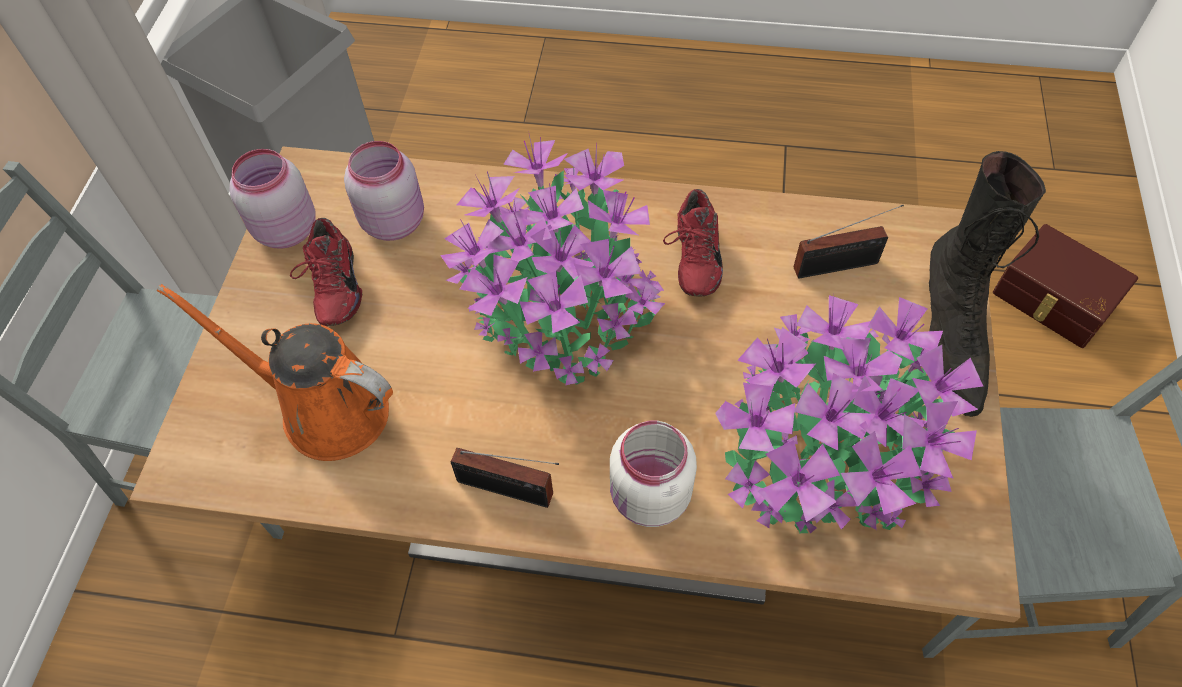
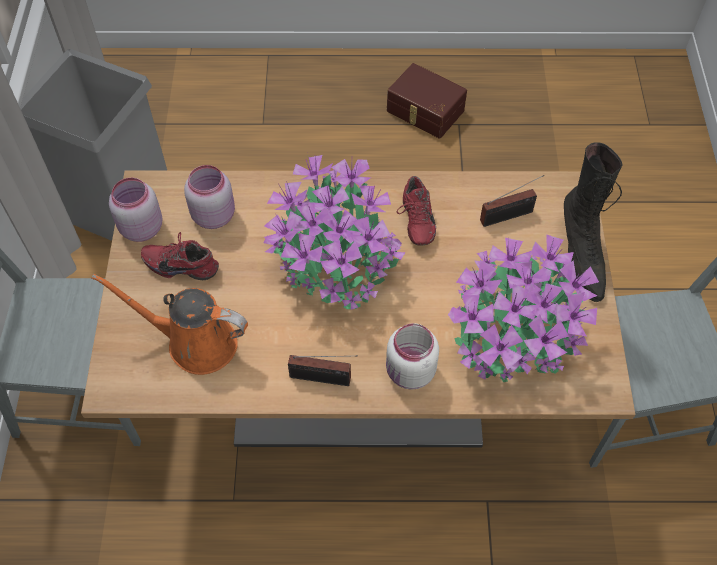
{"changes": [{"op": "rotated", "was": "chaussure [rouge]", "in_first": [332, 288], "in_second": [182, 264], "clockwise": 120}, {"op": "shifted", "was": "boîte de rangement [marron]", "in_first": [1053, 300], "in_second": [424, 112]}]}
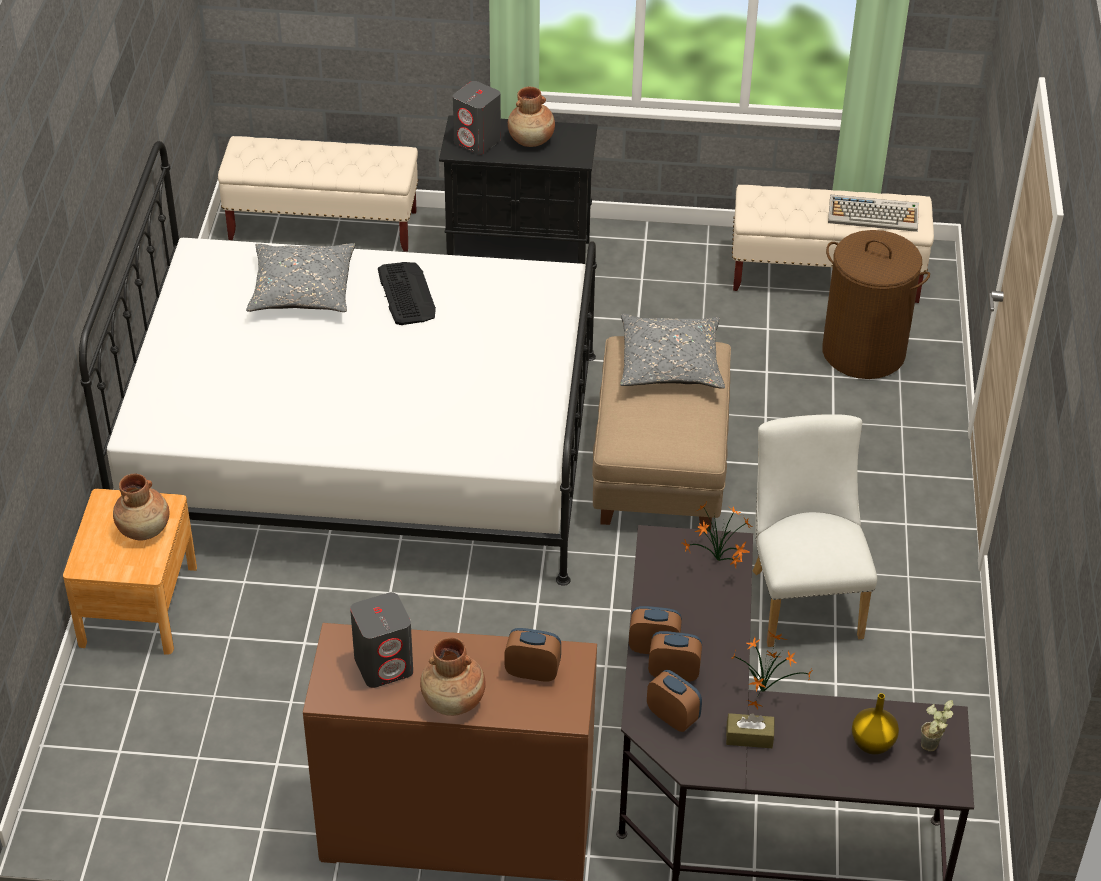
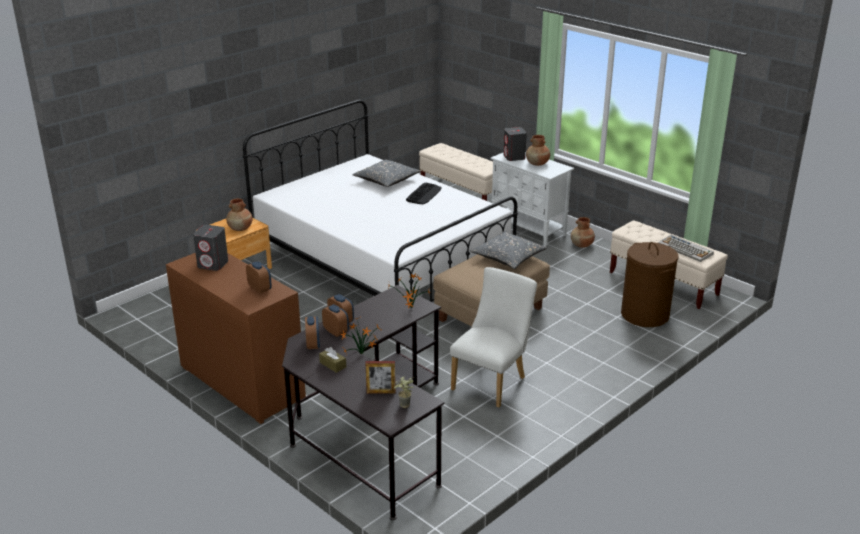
{"changes": [{"op": "swapped", "was": "vase [jaune]", "now": "cadre photo", "in_first": [872, 743], "in_second": [381, 392]}, {"op": "repainted", "was": "meuble de rangement [noir]", "now": "meuble de rangement [blanc]", "in_first": [520, 256], "in_second": [528, 229]}, {"op": "shifted", "was": "vase [marron]", "in_first": [454, 701], "in_second": [582, 245]}]}
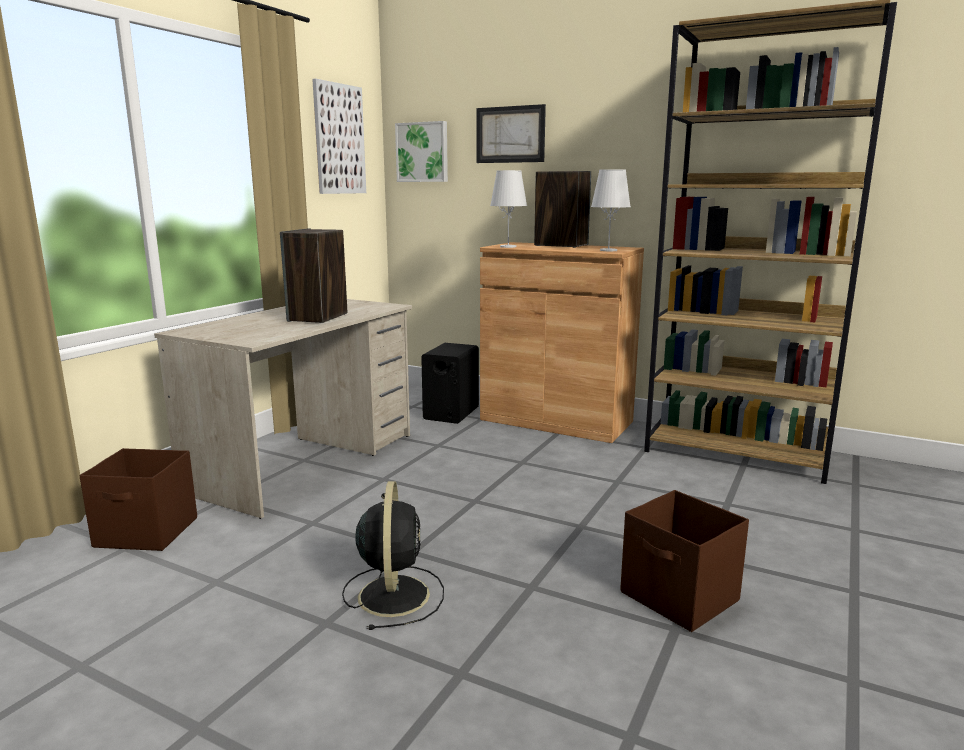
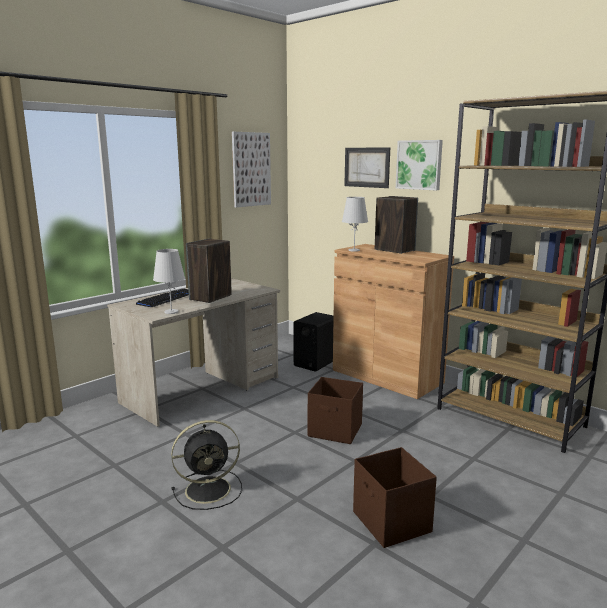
{"changes": [{"op": "new", "now": "clavier", "in_second": [167, 299]}, {"op": "shifted", "was": "lampe de table [blanc]", "in_first": [608, 250], "in_second": [171, 312]}, {"op": "rotated", "was": "ventilateur [noir]", "in_first": [394, 594], "in_second": [210, 489], "clockwise": 60}, {"op": "shifted", "was": "boîte de rangement [marron]", "in_first": [147, 533], "in_second": [335, 431]}, {"op": "shifted", "was": "tableau", "in_first": [423, 152], "in_second": [419, 165]}]}
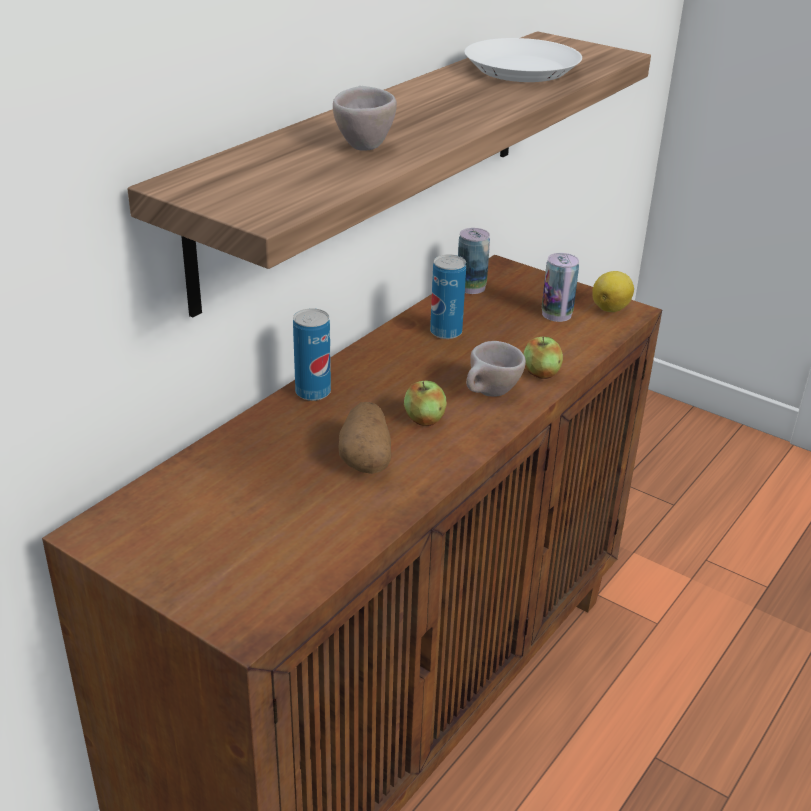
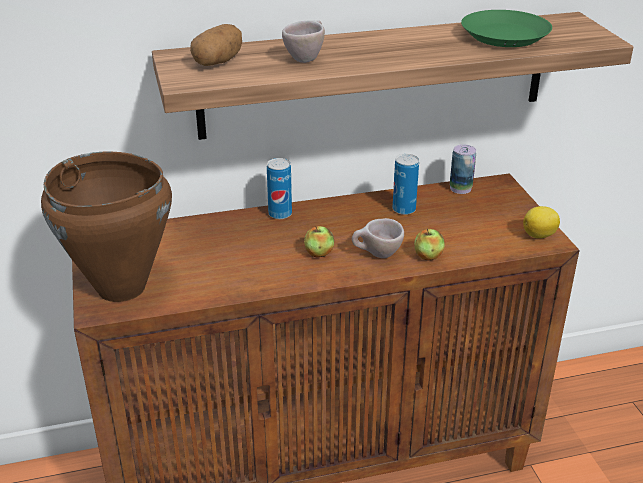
{"changes": [{"op": "new", "now": "marmite [marron]", "in_second": [121, 288]}, {"op": "shifted", "was": "pomme de terre", "in_first": [366, 458], "in_second": [218, 62]}, {"op": "repainted", "was": "assiette [blanc]", "now": "assiette [vert]", "in_first": [523, 70], "in_second": [505, 36]}, {"op": "gone", "was": "boîte métallique", "in_first": [556, 314]}]}
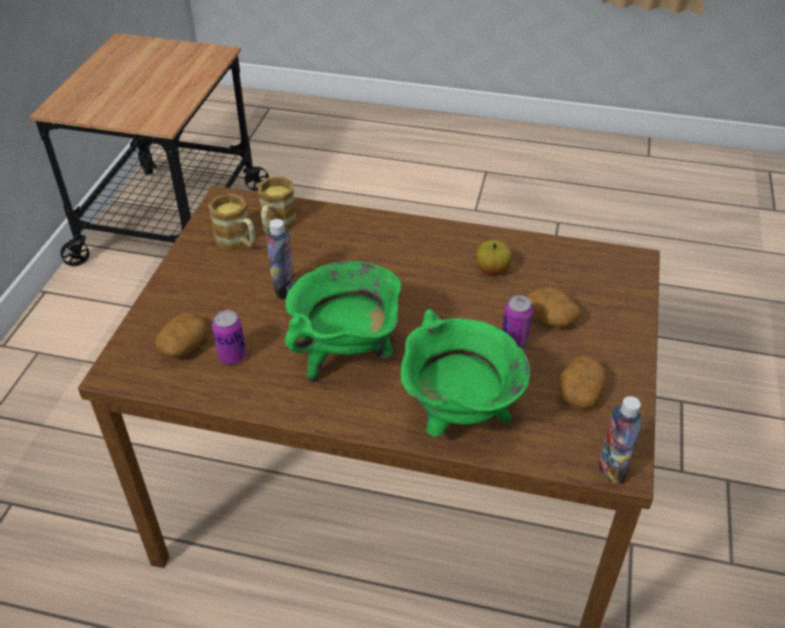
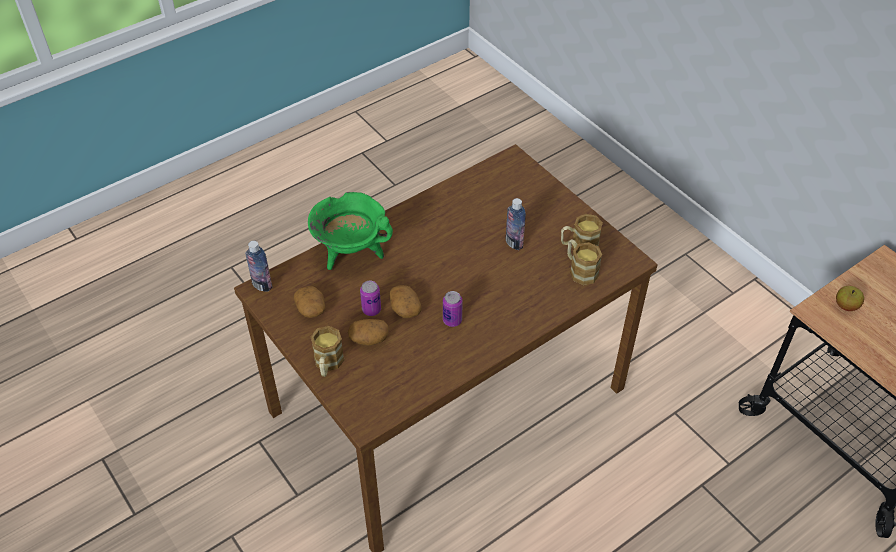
{"changes": [{"op": "new", "now": "mug", "in_second": [328, 364]}, {"op": "shifted", "was": "pomme de terre", "in_first": [183, 347], "in_second": [404, 308]}, {"op": "shifted", "was": "boîte métallique", "in_first": [232, 356], "in_second": [452, 320]}, {"op": "shifted", "was": "pomme", "in_first": [492, 269], "in_second": [846, 306]}, {"op": "gone", "was": "marmite [vert]", "in_first": [347, 356]}]}
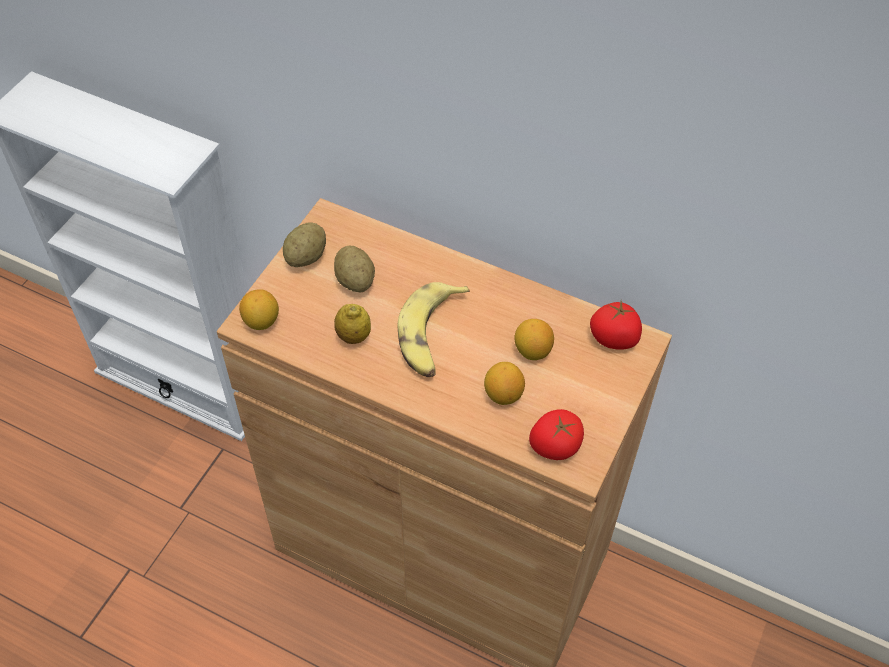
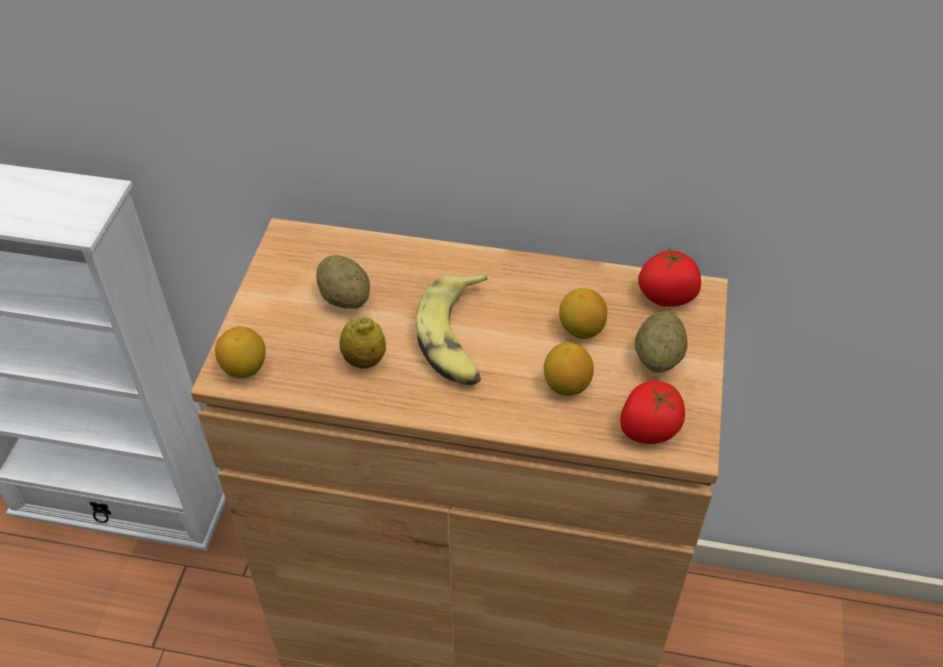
{"changes": [{"op": "shifted", "was": "pomme de terre", "in_first": [306, 257], "in_second": [658, 357]}]}
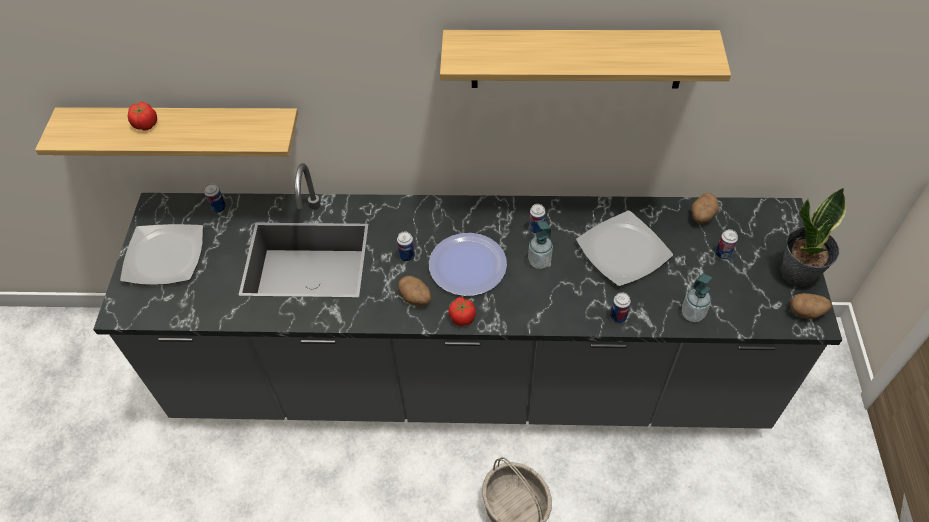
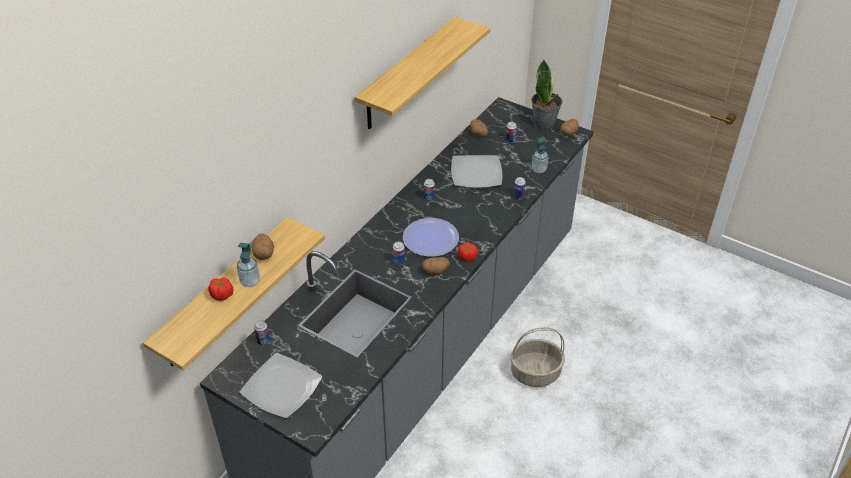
{"changes": [{"op": "shifted", "was": "distributeur de savon", "in_first": [539, 261], "in_second": [250, 281]}, {"op": "new", "now": "pomme de terre", "in_second": [264, 254]}]}
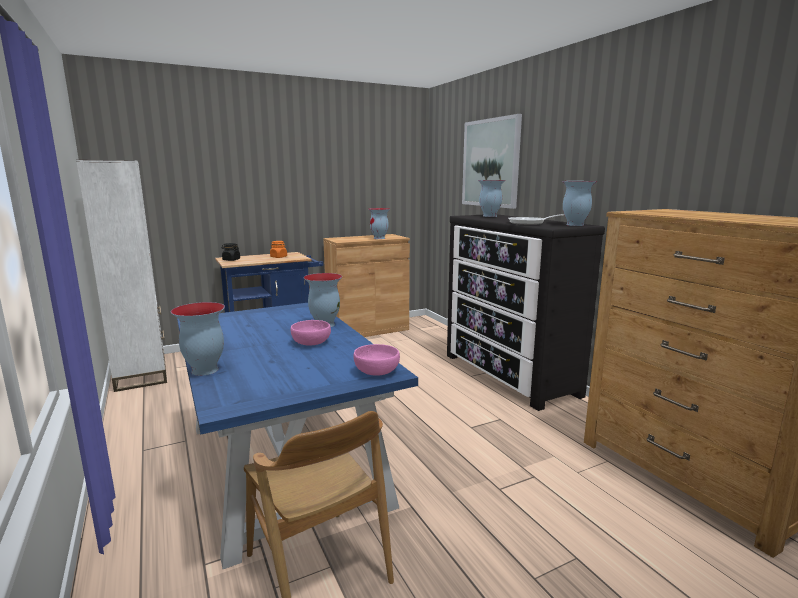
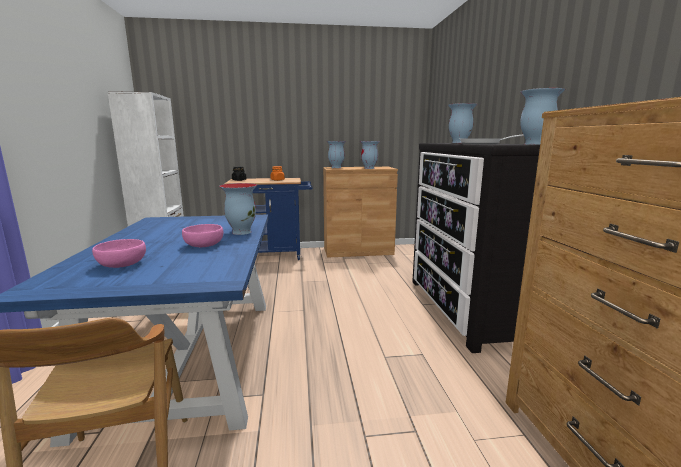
{"changes": [{"op": "shifted", "was": "bol [rose]", "in_first": [376, 371], "in_second": [121, 265]}, {"op": "shifted", "was": "vase", "in_first": [204, 370], "in_second": [336, 167]}, {"op": "gone", "was": "tableau", "in_first": [490, 163]}]}
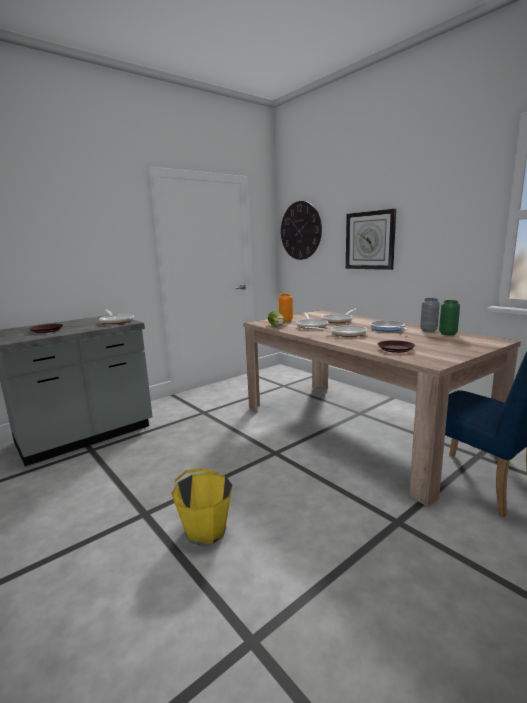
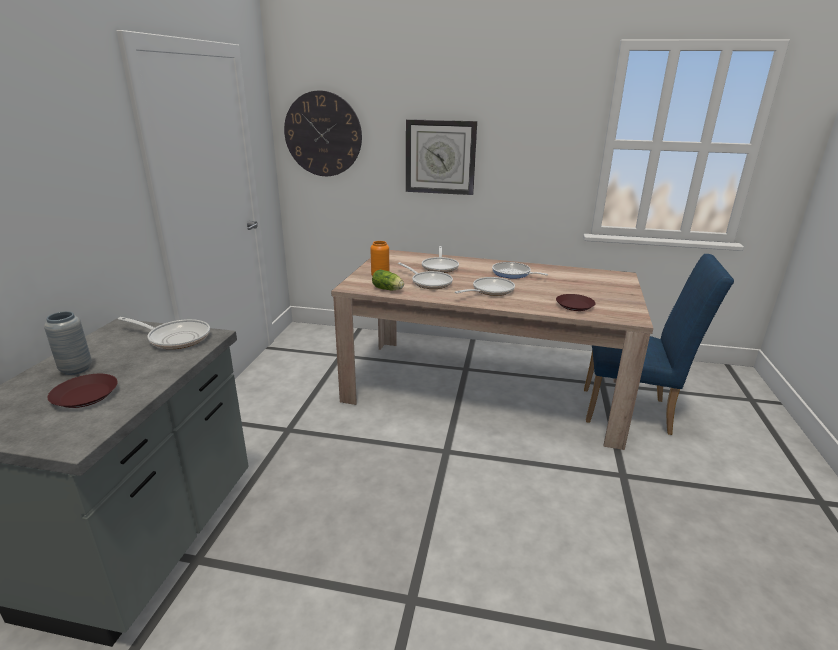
{"changes": [{"op": "shifted", "was": "vase [gris]", "in_first": [428, 330], "in_second": [76, 369]}, {"op": "gone", "was": "seau [jaune]", "in_first": [205, 530]}, {"op": "gone", "was": "vase [vert]", "in_first": [448, 334]}]}
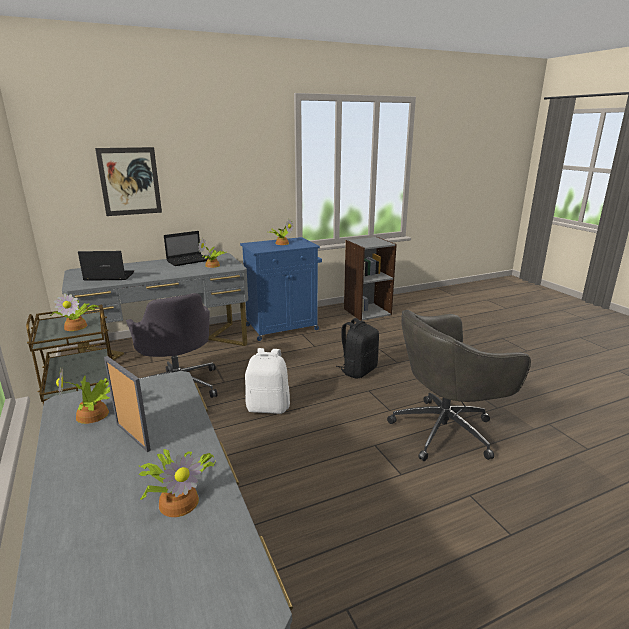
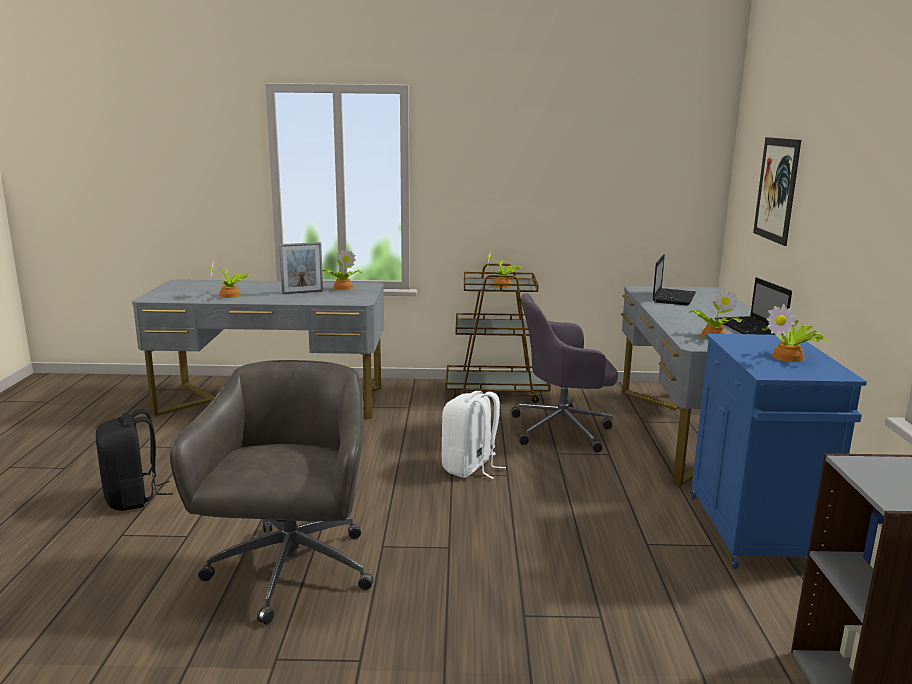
{"changes": [{"op": "shifted", "was": "sac à dos [noir]", "in_first": [358, 370], "in_second": [133, 498]}]}
